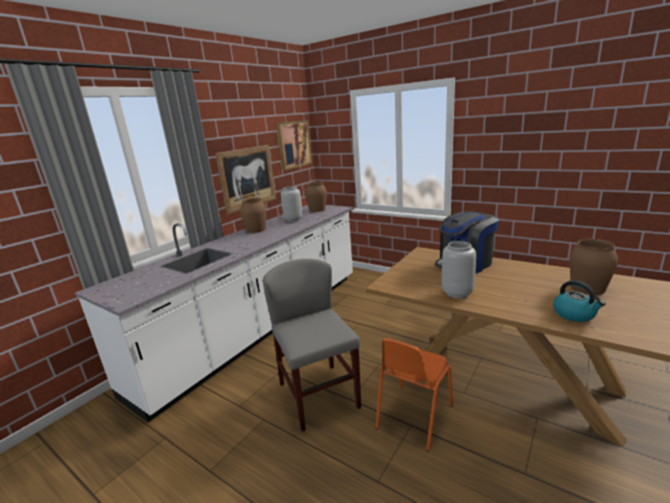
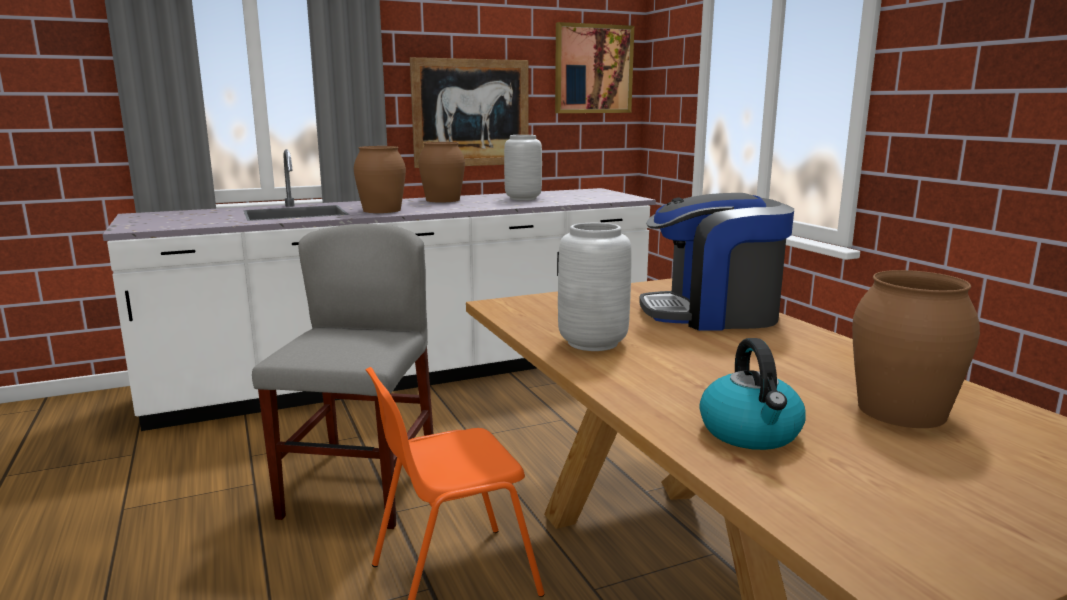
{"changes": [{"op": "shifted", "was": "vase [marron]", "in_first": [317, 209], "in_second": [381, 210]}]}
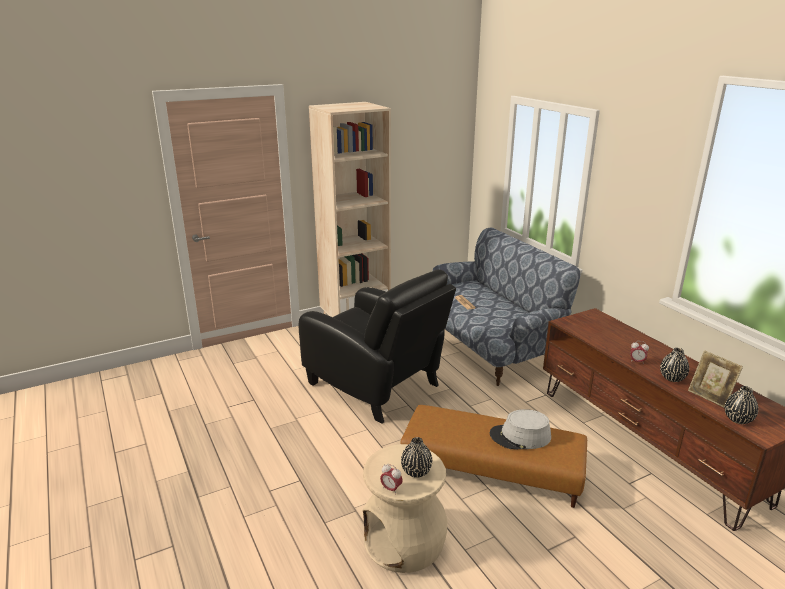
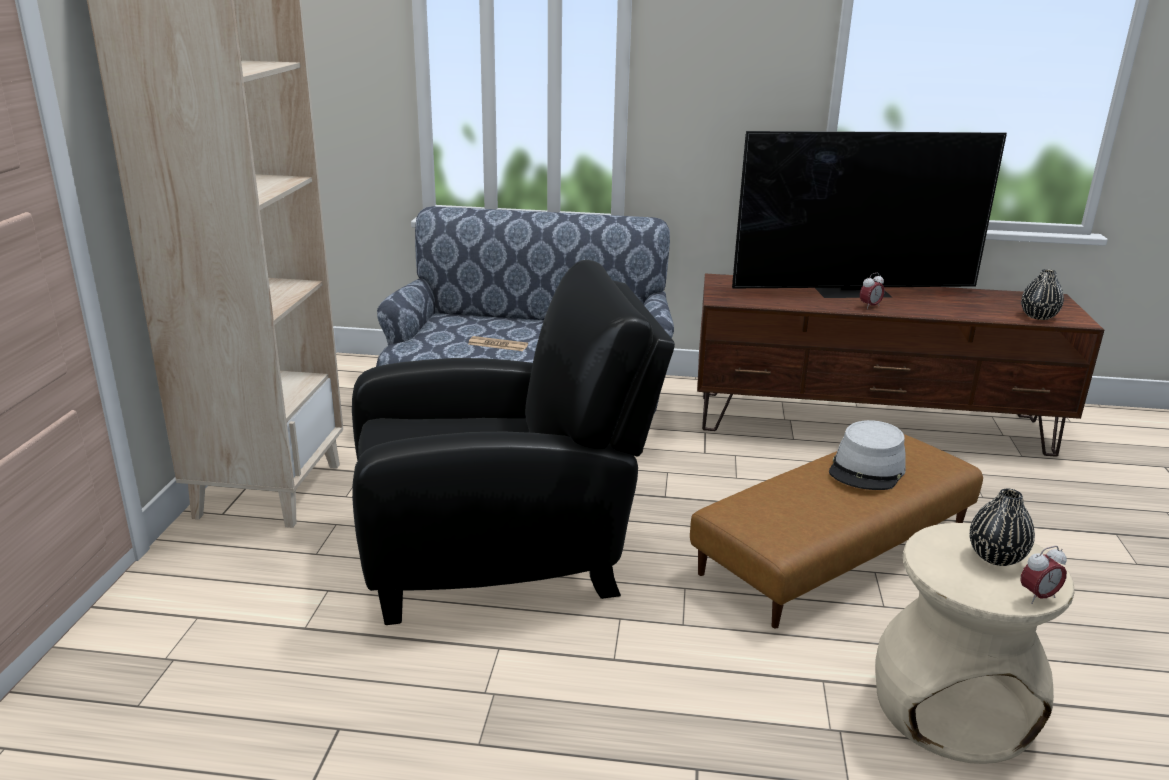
{"changes": [{"op": "new", "now": "téléviseur", "in_second": [853, 291]}, {"op": "gone", "was": "vase [noir]", "in_first": [672, 378]}, {"op": "gone", "was": "cadre photo", "in_first": [709, 397]}]}
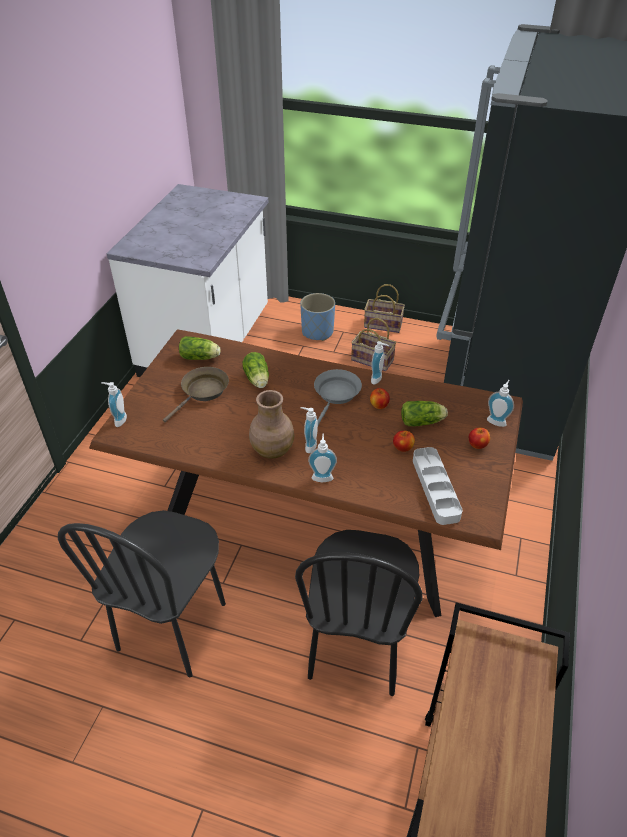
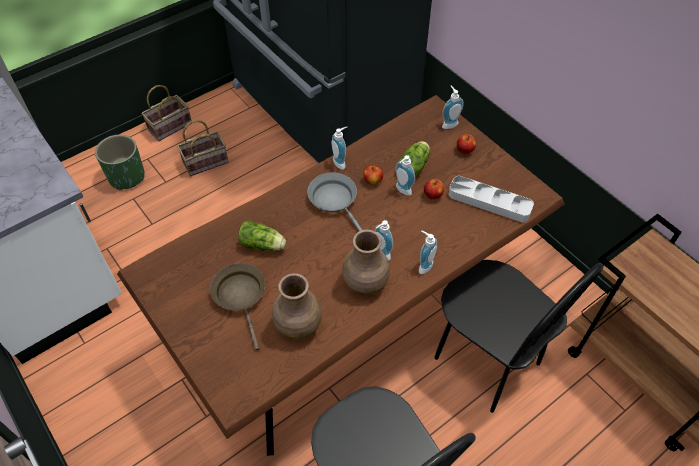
{"changes": [{"op": "repainted", "was": "cache-pot [bleu]", "now": "cache-pot [vert]", "in_first": [317, 332], "in_second": [126, 177]}, {"op": "new", "now": "vase [marron]", "in_second": [298, 325]}, {"op": "shifted", "was": "distributeur de savon", "in_first": [118, 420], "in_second": [402, 191]}, {"op": "gone", "was": "laitue", "in_first": [201, 357]}]}
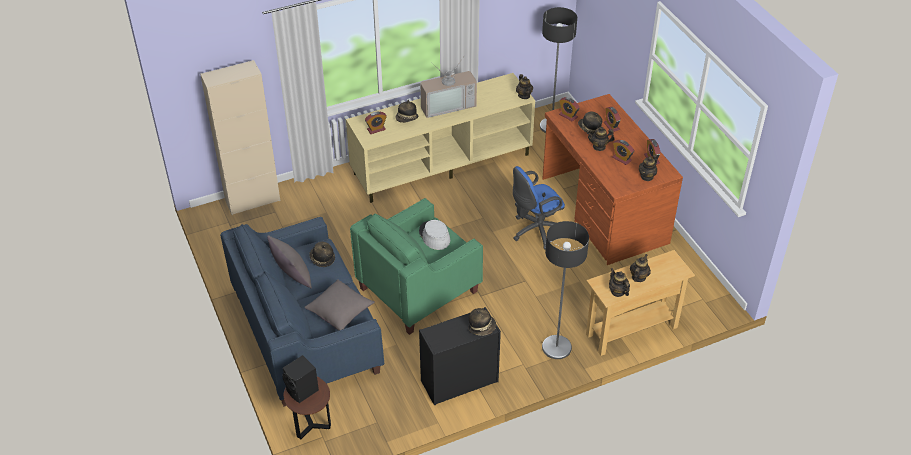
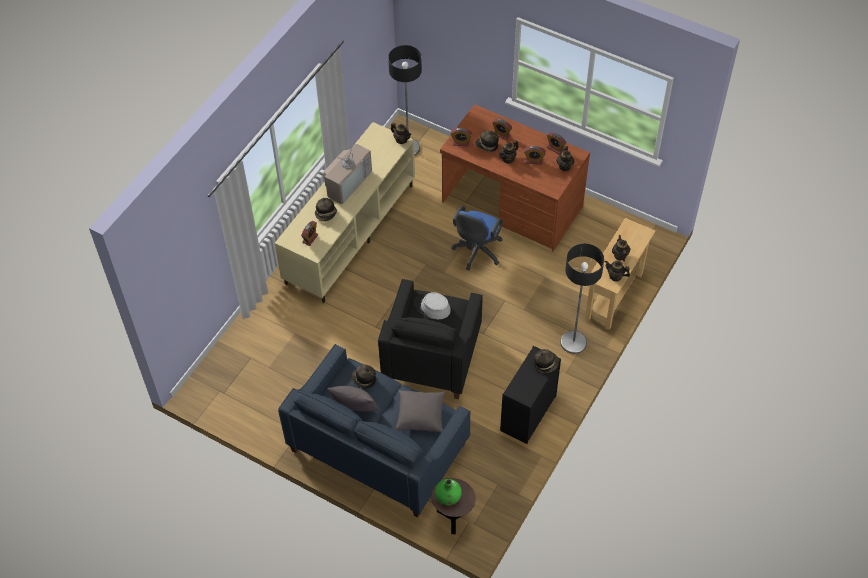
{"changes": [{"op": "repainted", "was": "fauteuil [vert]", "now": "fauteuil [noir]", "in_first": [418, 289], "in_second": [431, 357]}, {"op": "swapped", "was": "enceinte [noir]", "now": "vase [vert]", "in_first": [302, 391], "in_second": [448, 496]}, {"op": "gone", "was": "meuble de rangement [beige]", "in_first": [252, 201]}]}
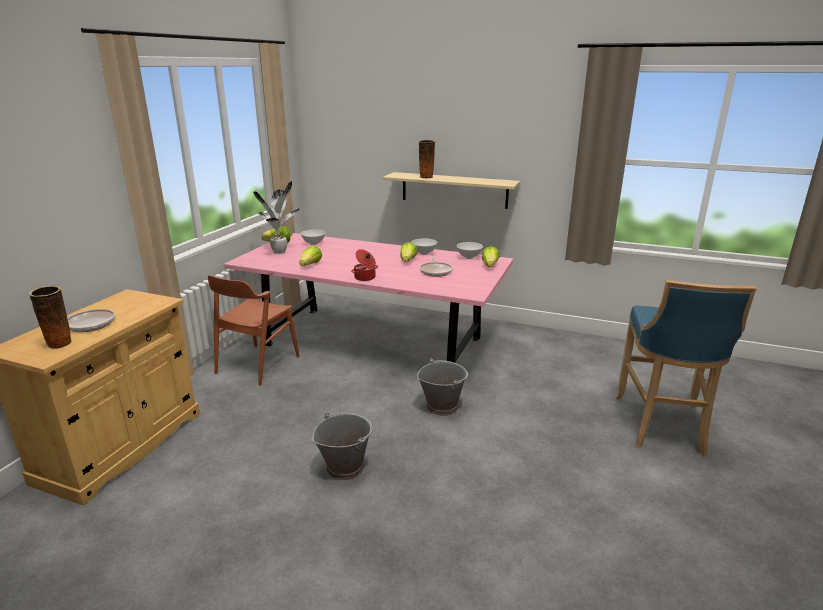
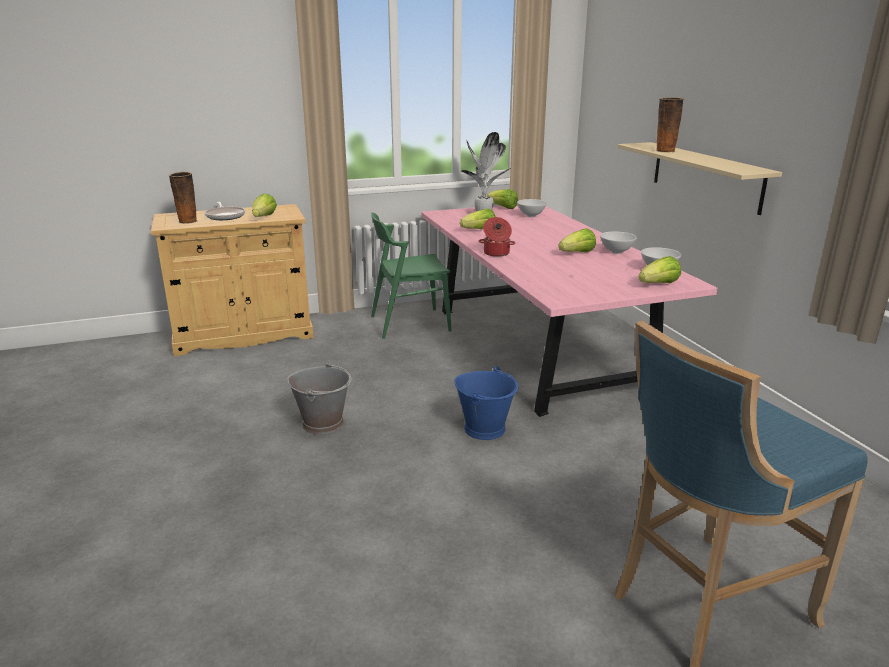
{"changes": [{"op": "new", "now": "laitue", "in_second": [264, 217]}, {"op": "repainted", "was": "chaise [marron]", "now": "chaise [vert]", "in_first": [257, 364], "in_second": [409, 323]}, {"op": "repainted", "was": "seau [gris]", "now": "seau [bleu]", "in_first": [442, 406], "in_second": [485, 428]}, {"op": "gone", "was": "poêle", "in_first": [436, 271]}]}
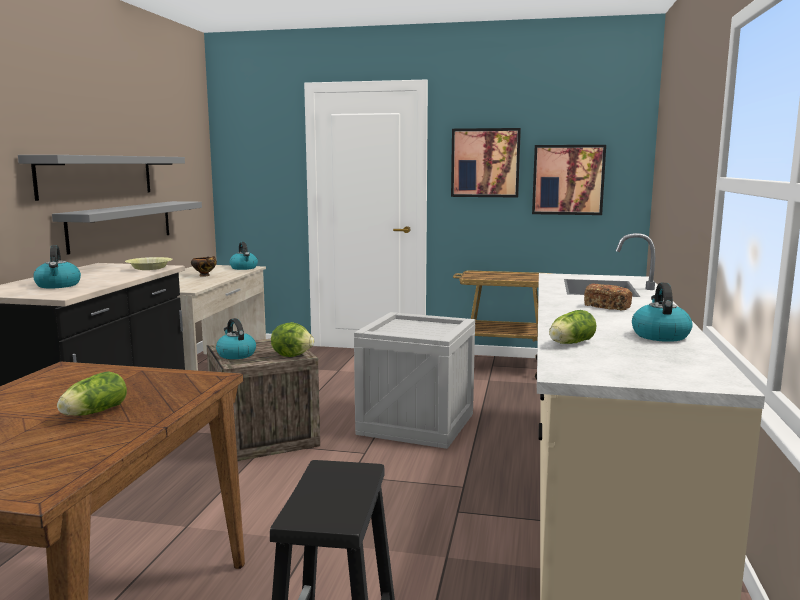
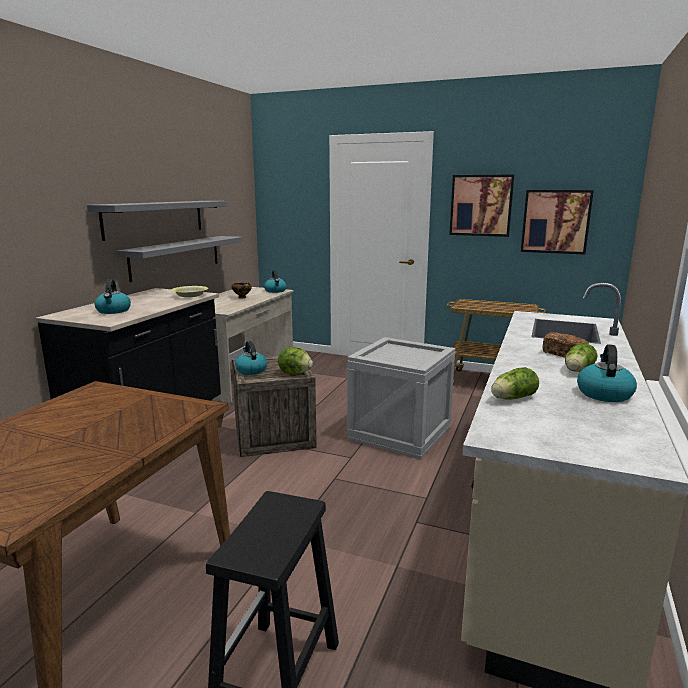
{"changes": [{"op": "shifted", "was": "laitue", "in_first": [92, 413], "in_second": [577, 370]}]}
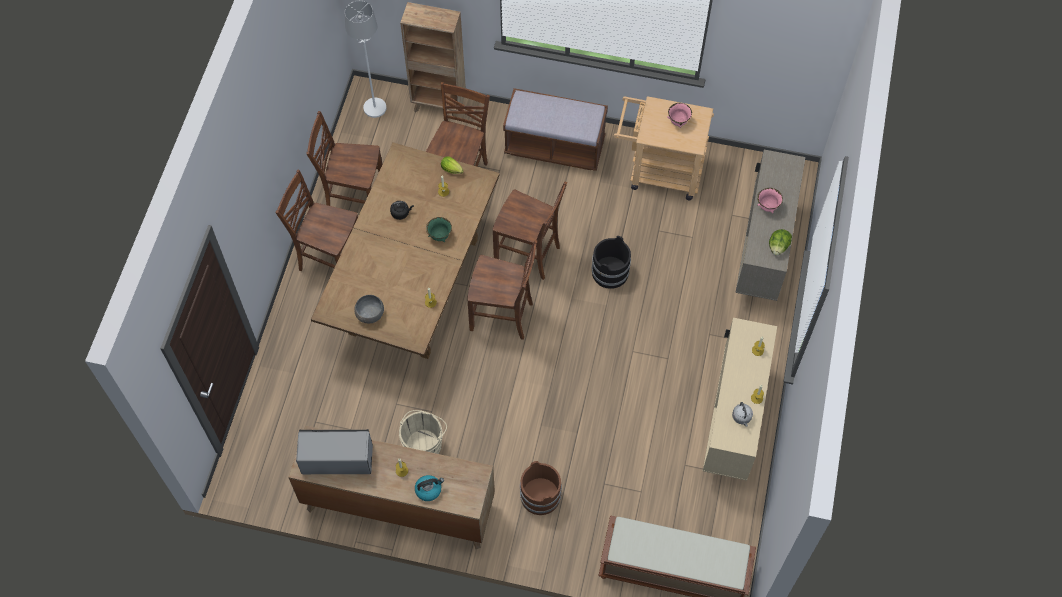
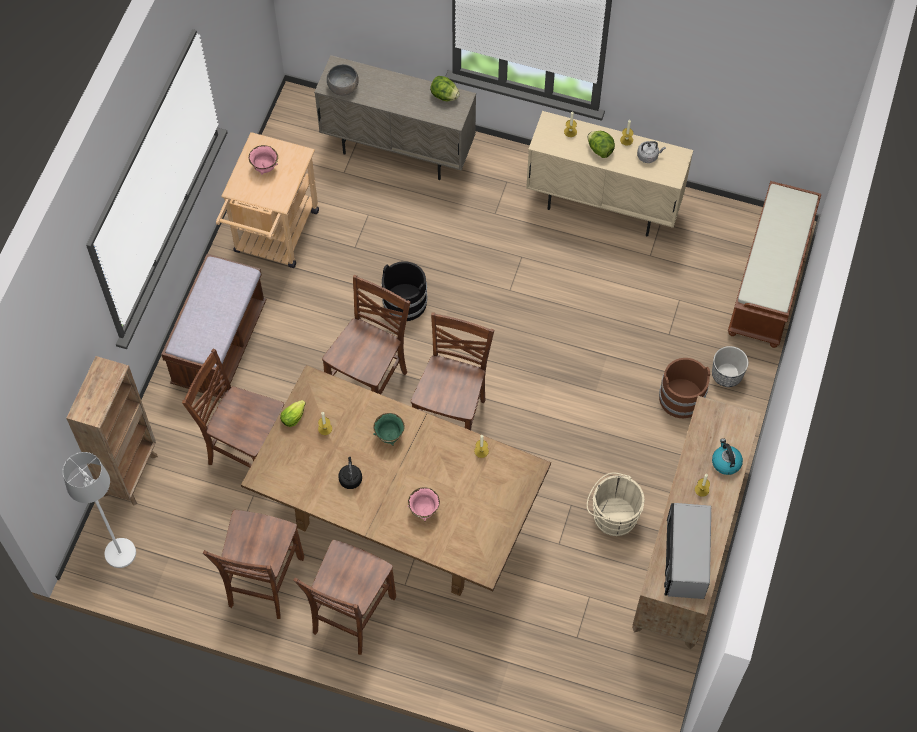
{"changes": [{"op": "shifted", "was": "bol [gris]", "in_first": [370, 314], "in_second": [343, 87]}, {"op": "shifted", "was": "bol [rose]", "in_first": [767, 206], "in_second": [424, 510]}, {"op": "new", "now": "laitue", "in_second": [599, 149]}, {"op": "new", "now": "cache-pot", "in_second": [727, 375]}]}
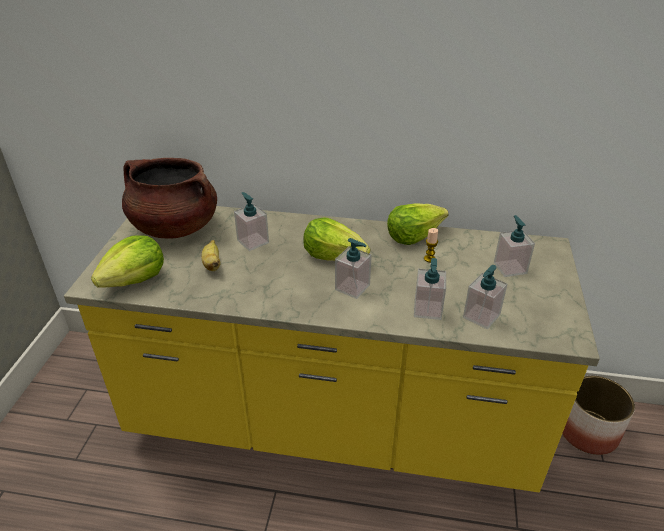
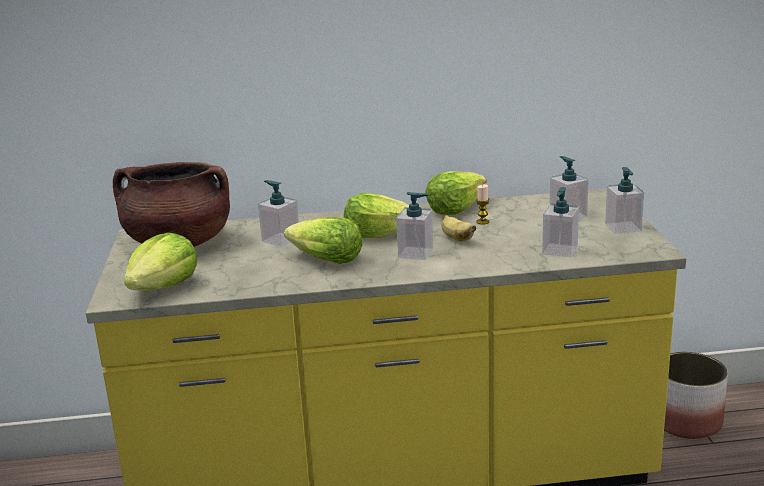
{"changes": [{"op": "new", "now": "laitue", "in_second": [325, 260]}, {"op": "shifted", "was": "banane", "in_first": [212, 264], "in_second": [456, 238]}, {"op": "shifted", "was": "distributeur de savon", "in_first": [427, 309], "in_second": [623, 227]}]}
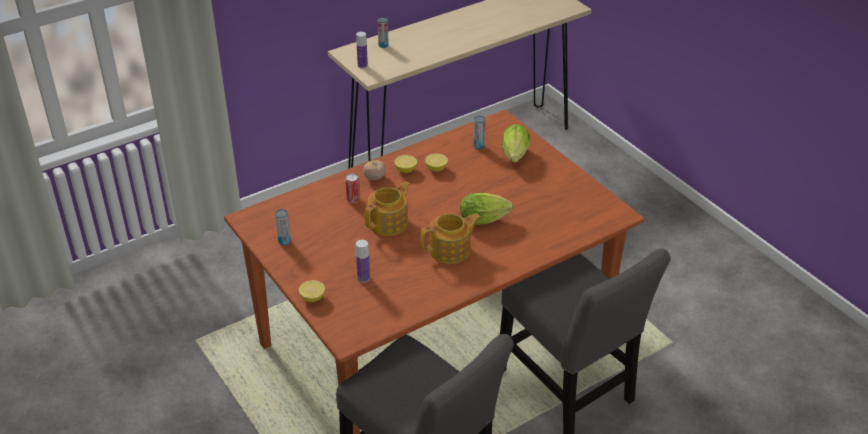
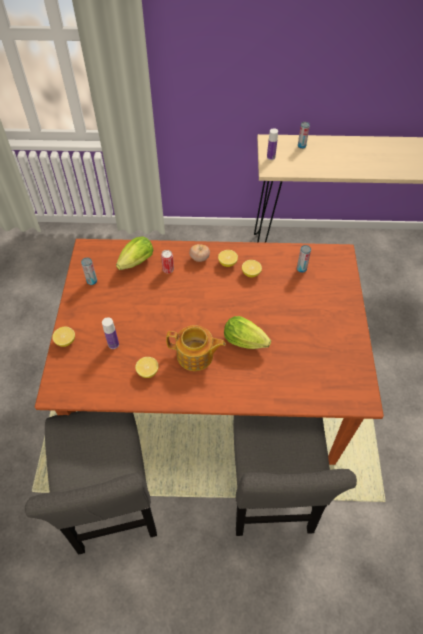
{"changes": [{"op": "shifted", "was": "laitue", "in_first": [515, 157], "in_second": [135, 264]}, {"op": "new", "now": "citron", "in_second": [148, 371]}, {"op": "gone", "was": "théière", "in_first": [389, 223]}]}
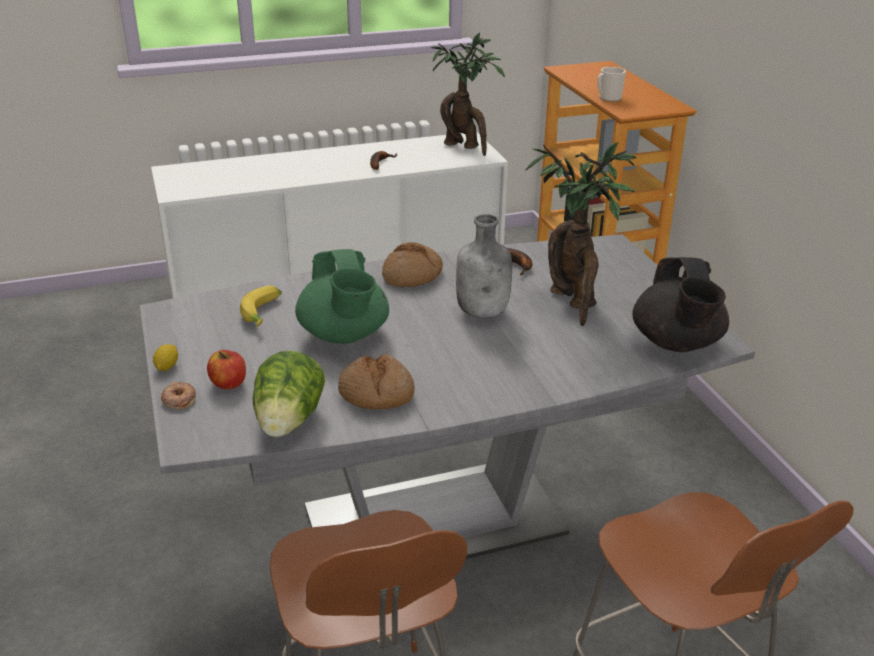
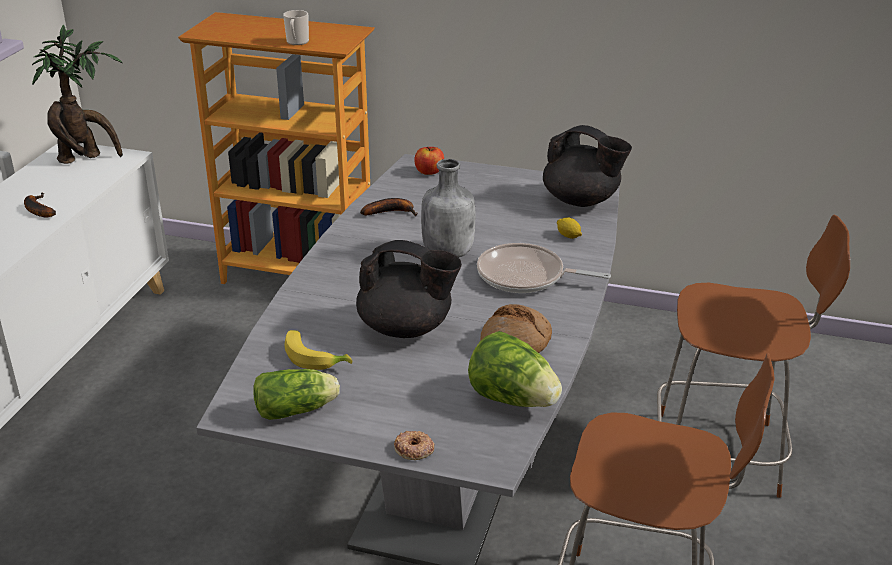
{"changes": [{"op": "new", "now": "laitue", "in_second": [298, 410]}, {"op": "repainted", "was": "théière [vert]", "now": "théière [noir]", "in_first": [344, 335], "in_second": [406, 328]}, {"op": "shifted", "was": "pomme", "in_first": [228, 383], "in_second": [429, 172]}, {"op": "new", "now": "poêle", "in_second": [526, 276]}, {"op": "shifted", "was": "citron", "in_first": [167, 366], "in_second": [568, 236]}, {"op": "gone", "was": "pain", "in_first": [412, 275]}, {"op": "gone", "was": "plante en pot", "in_first": [573, 303]}]}
